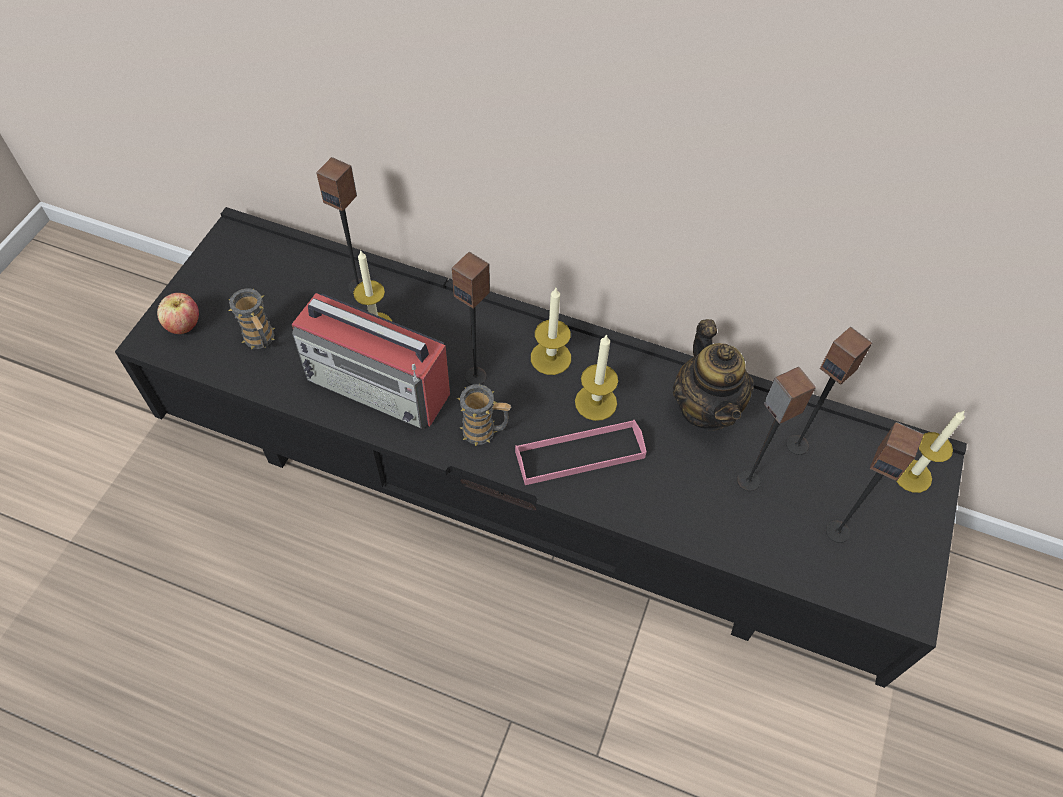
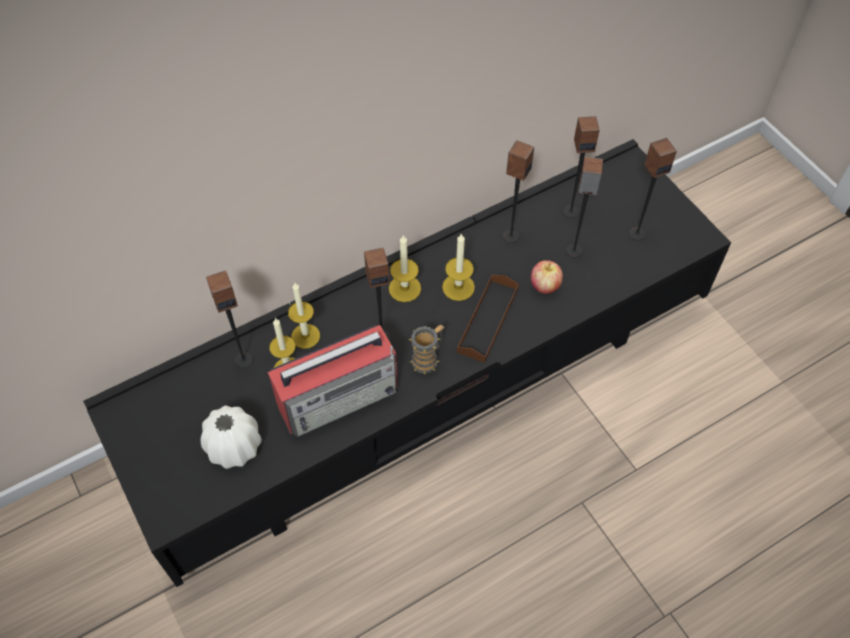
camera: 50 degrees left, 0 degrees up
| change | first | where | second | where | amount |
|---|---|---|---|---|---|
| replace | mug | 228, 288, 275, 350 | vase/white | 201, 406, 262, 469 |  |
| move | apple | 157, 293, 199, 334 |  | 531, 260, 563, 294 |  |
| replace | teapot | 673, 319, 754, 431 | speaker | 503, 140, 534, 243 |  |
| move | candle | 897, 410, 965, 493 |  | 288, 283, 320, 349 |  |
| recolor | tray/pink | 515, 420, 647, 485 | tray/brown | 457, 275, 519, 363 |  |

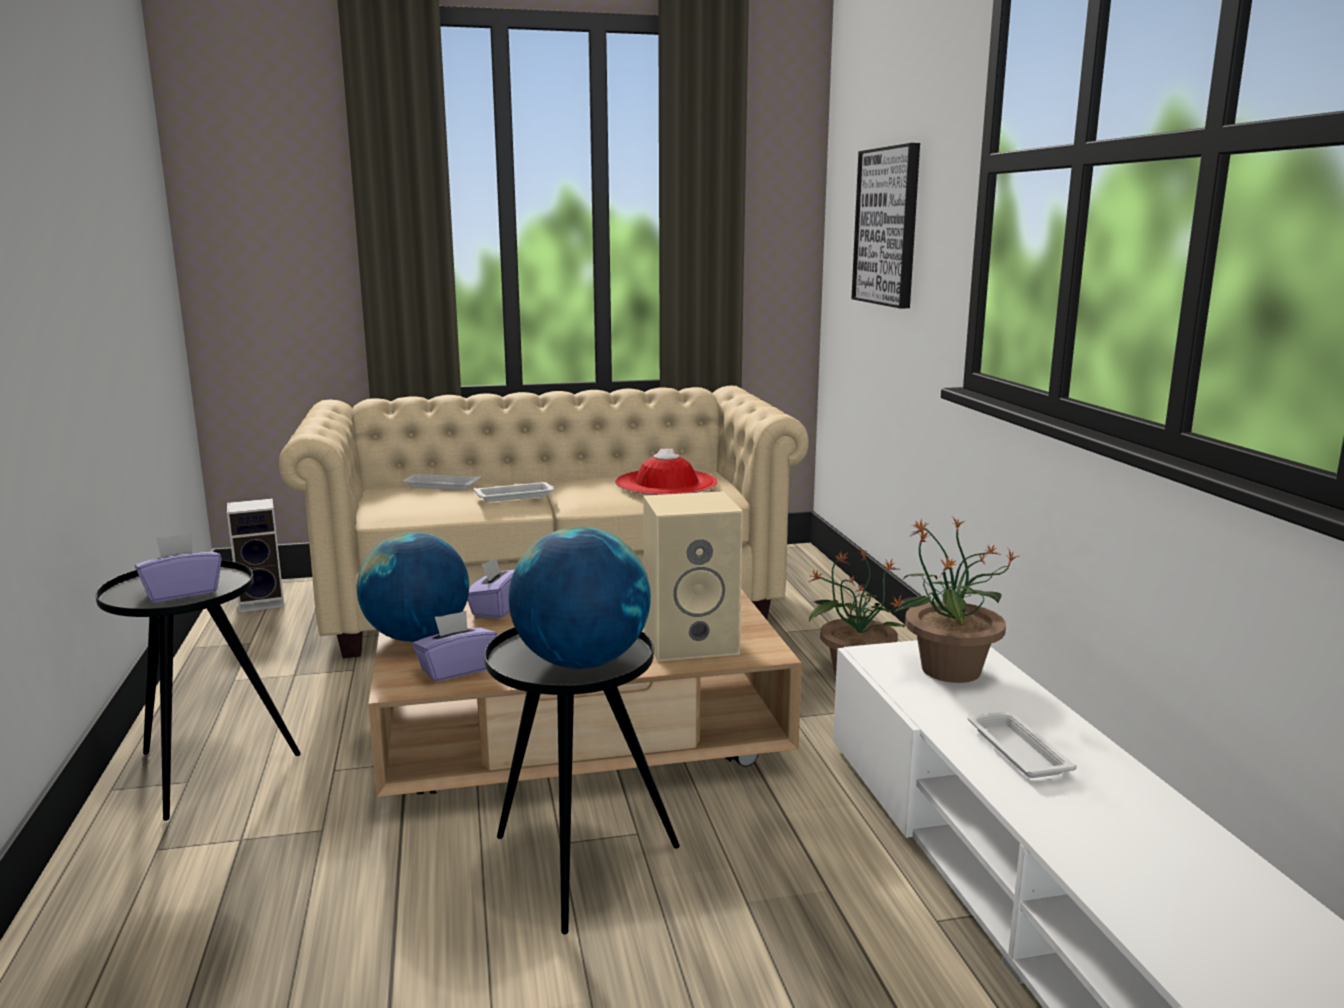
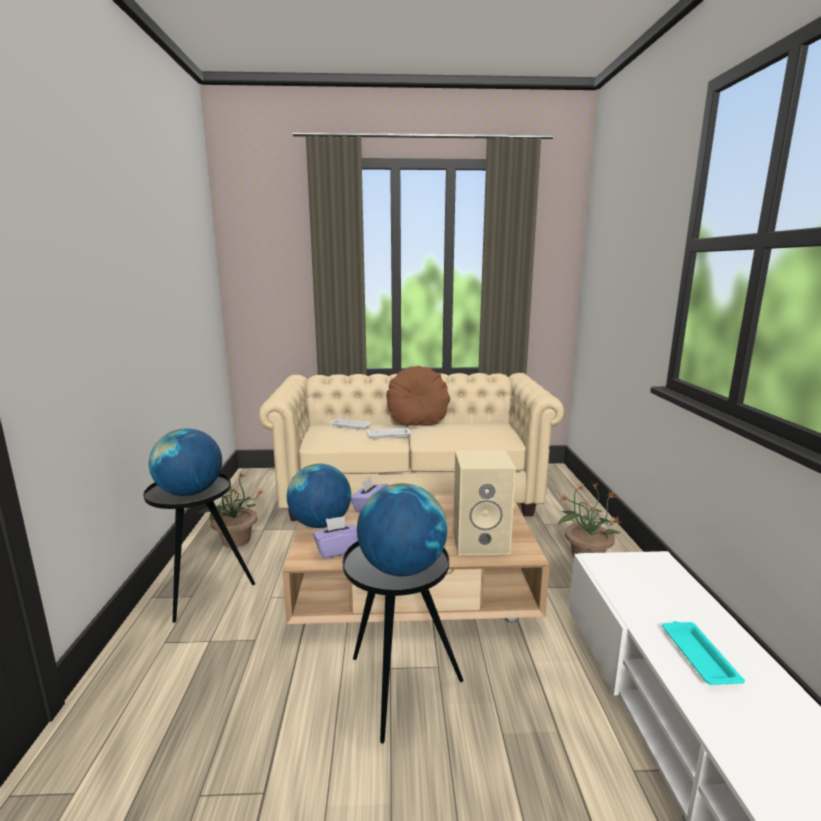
camera: 10 degrees right, 0 degrees up
| change | first | where | second | where | amount |
|---|---|---|---|---|---|
| delete | picture | 851, 143, 920, 308 |  |  |  |
| delete | hat/red | 615, 448, 718, 495 |  |  |  |
| delete | speaker | 227, 499, 285, 613 |  |  |  |
| move | potted plant | 895, 517, 1021, 683 |  | 198, 471, 264, 548 |  |
| replace | tissue box/purple | 135, 533, 222, 603 | globe | 149, 428, 222, 496 |  |
| recolor | tray/white | 968, 711, 1077, 778 | tray/turquoise | 662, 621, 745, 685 |  |
| insert |  |  | pillow/brown | 386, 366, 450, 426 |  |

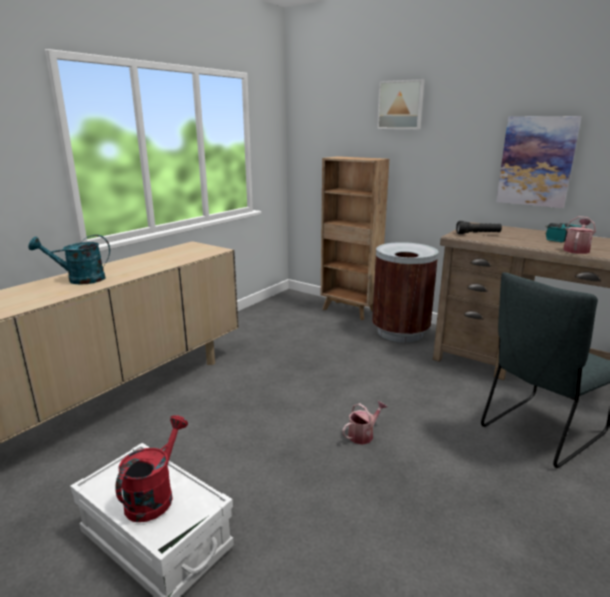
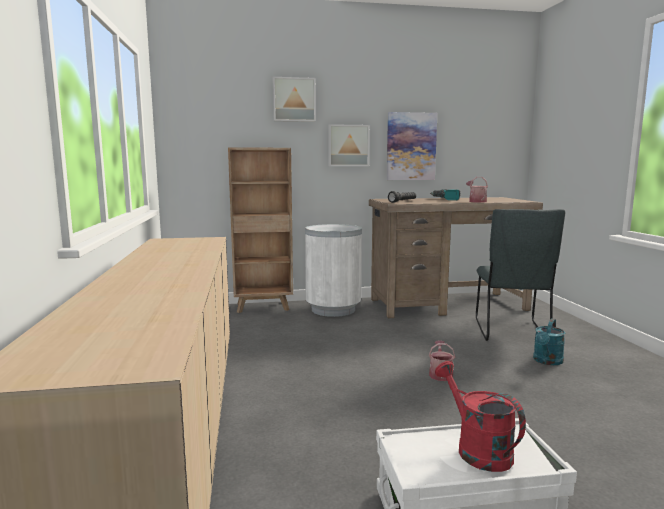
camera: 45 degrees left, 10 degrees down
| change | first | where | second | where | amount |
|---|---|---|---|---|---|
| move | watering can/turquoise | 28, 235, 110, 285 |  | 533, 318, 565, 365 |  |
| recolor | trash can/brown | 372, 242, 438, 342 | trash can/white | 305, 224, 362, 317 |  |
| insert |  |  | picture | 329, 124, 370, 166 |  |

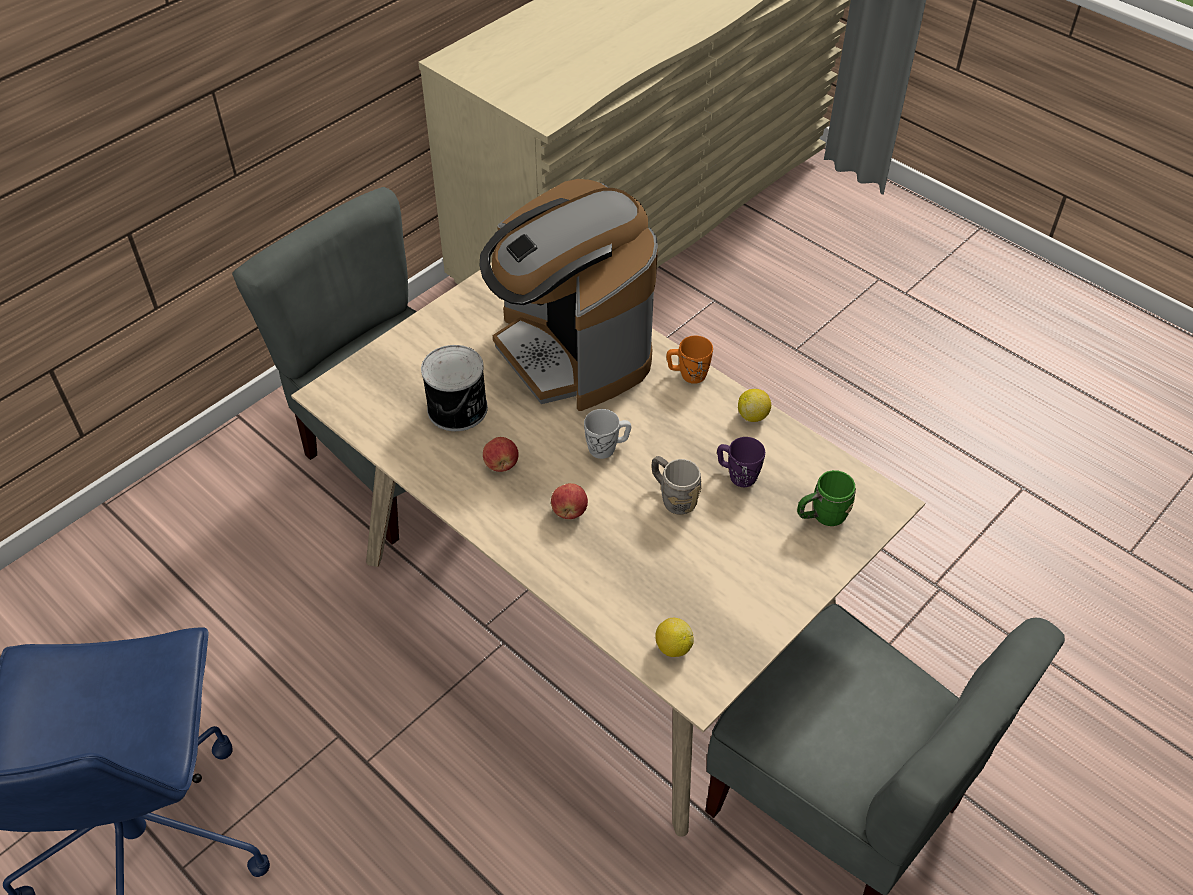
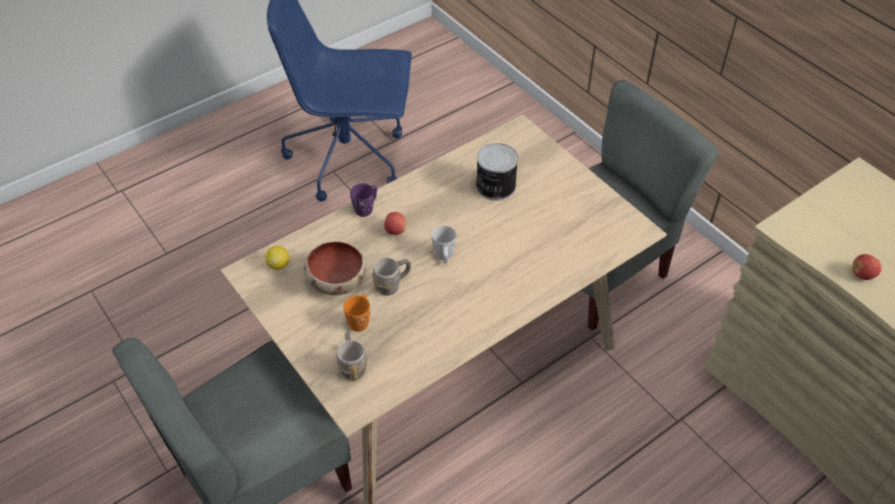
camera: 100 degrees right, 0 degrees up
| change | first | where | second | where | amount |
|---|---|---|---|---|---|
| delete | coffee machine | 479, 179, 658, 411 |  |  |  |
| move | mug/orange | 666, 336, 713, 384 |  | 343, 294, 370, 332 |  |
| delete | lemon | 738, 389, 771, 422 |  |  |  |
| move | apple | 483, 437, 519, 472 |  | 852, 254, 882, 280 |  |
| move | mug/purple | 717, 437, 765, 487 |  | 350, 183, 377, 217 |  |
| recolor | mug/green | 797, 470, 856, 526 | mug/grey | 337, 333, 368, 381 |  |
| insert |  |  | bowl | 304, 241, 366, 295 |  |

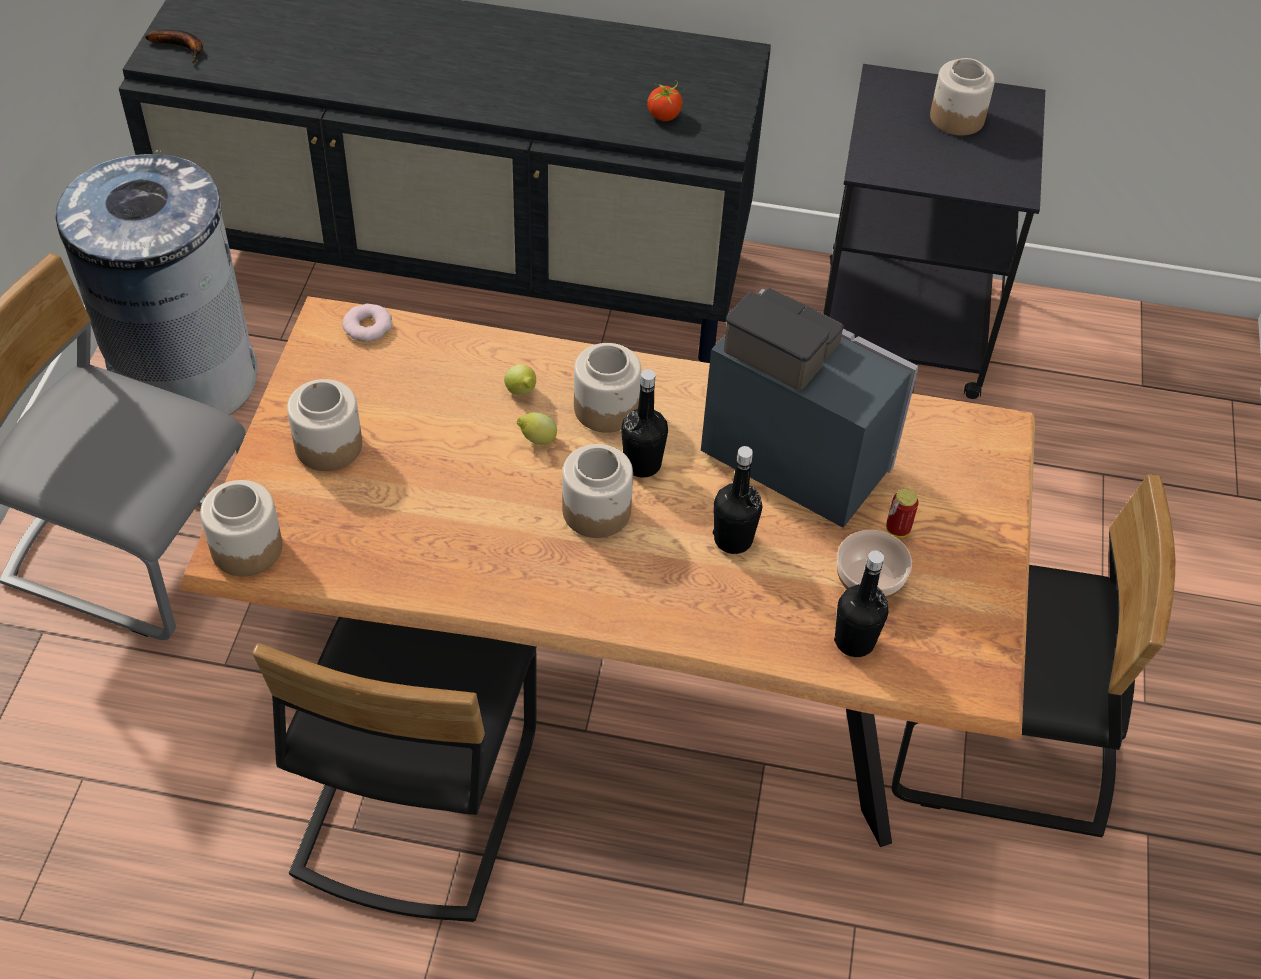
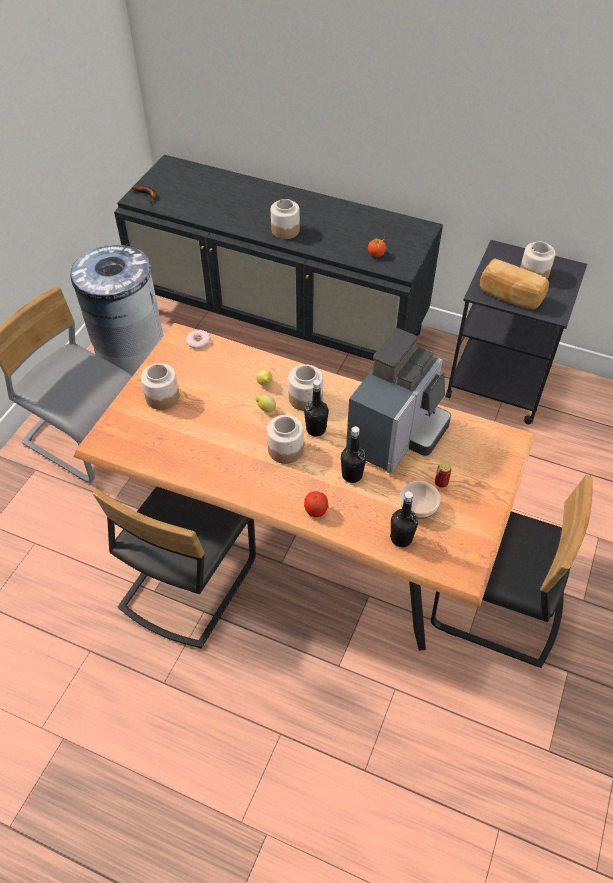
camera: 15 degrees right, 0 degrees up
| change | first | where | second | where | amount |
|---|---|---|---|---|---|
| rotate | coffee machine | 701, 288, 919, 528 |  | 346, 328, 451, 474 | 75 degrees clockwise |
| move | jar | 200, 480, 282, 576 |  | 271, 199, 300, 239 |  |
| insert |  |  | bread | 480, 259, 549, 309 |  |
| insert |  |  | apple | 304, 491, 328, 517 |  |

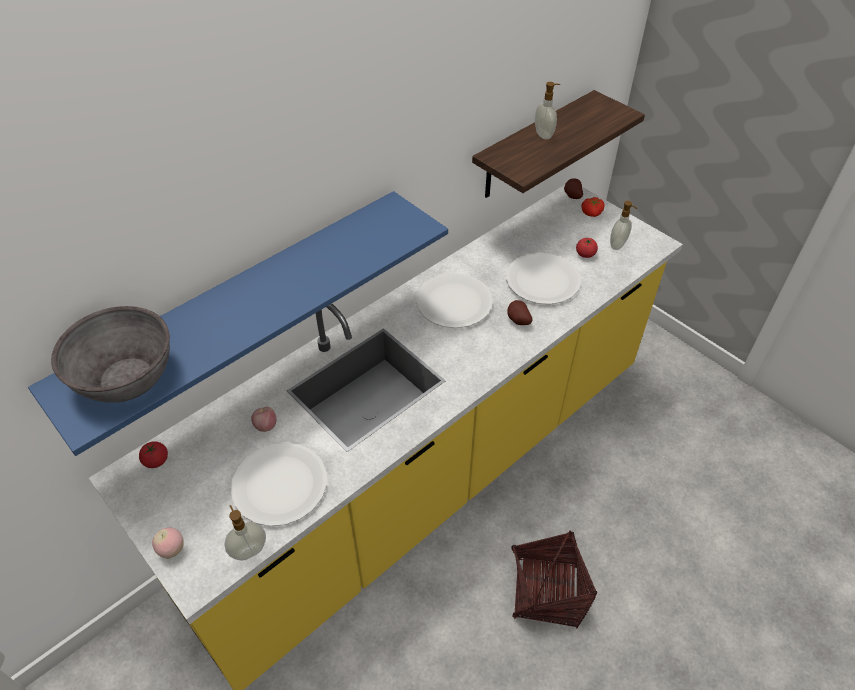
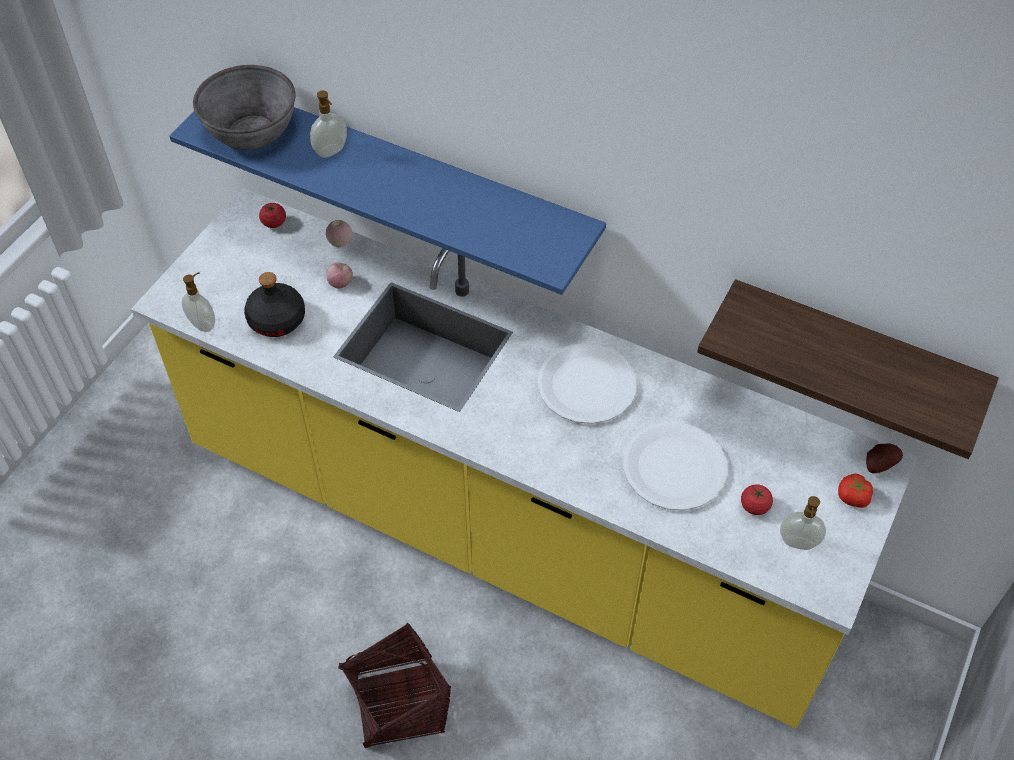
camera: 70 degrees right, 5 degrees up
| change | first | where | second | where | amount |
|---|---|---|---|---|---|
| move | soap dispenser | 535, 82, 560, 139 |  | 310, 91, 347, 158 |  |
| delete | potato | 507, 300, 532, 325 |  |  |  |
| replace | plate/white | 231, 443, 327, 526 | bottle/black | 244, 272, 305, 337 |  |
| move | apple | 152, 528, 184, 559 |  | 325, 220, 352, 247 |  |

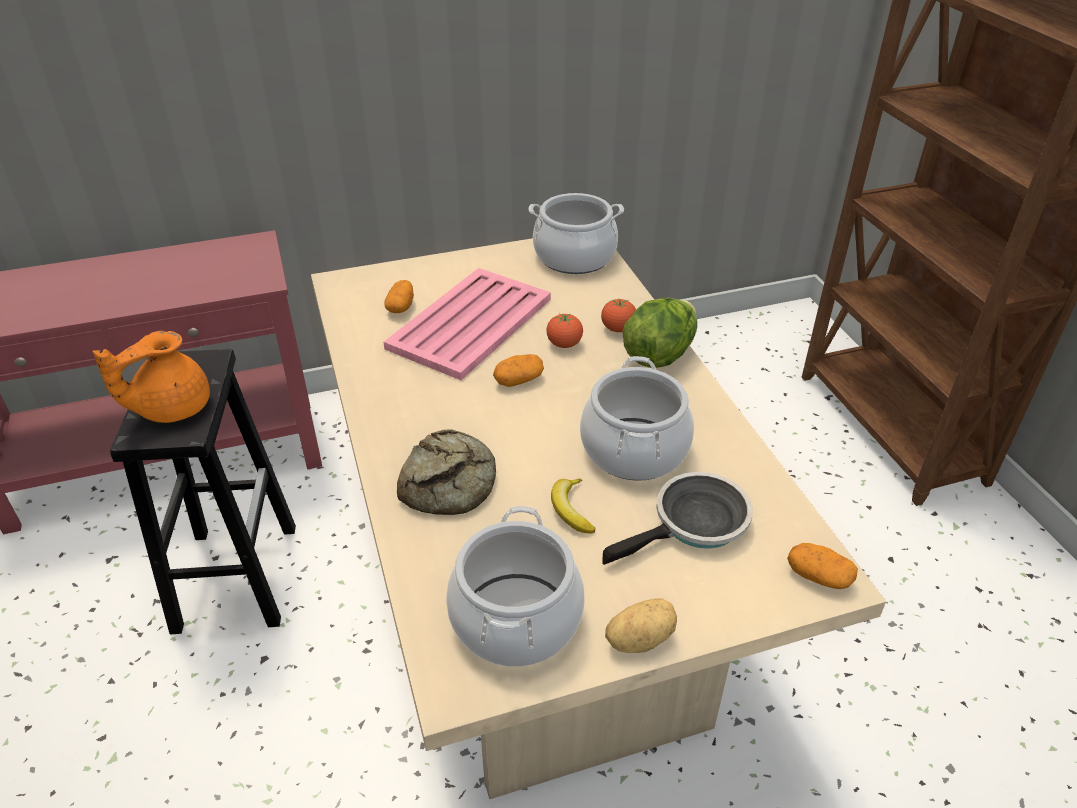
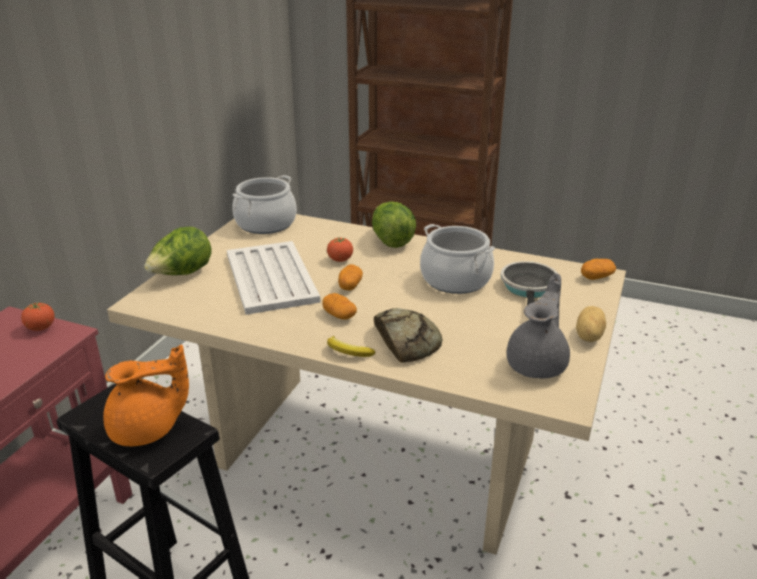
camera: 50 degrees left, 10 degrees down
| change | first | where | second | where | amount |
|---|---|---|---|---|---|
| recolor | tray/pink | 384, 268, 551, 380 | tray/white | 227, 241, 321, 315 |  |
| move | potato | 384, 280, 414, 313 |  | 322, 293, 357, 320 |  |
| move | tomato | 601, 298, 636, 332 |  | 21, 302, 55, 331 |  |
| rotate | teapot/orange | 93, 331, 210, 423 |  | 103, 344, 189, 446 | 105 degrees counterclockwise |
| move | banana | 551, 479, 596, 533 |  | 327, 336, 376, 357 |  |
| replace | cooking pot | 446, 506, 585, 667 | teapot/grey | 507, 273, 570, 378 |  |
| insert |  |  | lettuce | 144, 227, 211, 275 |  |

